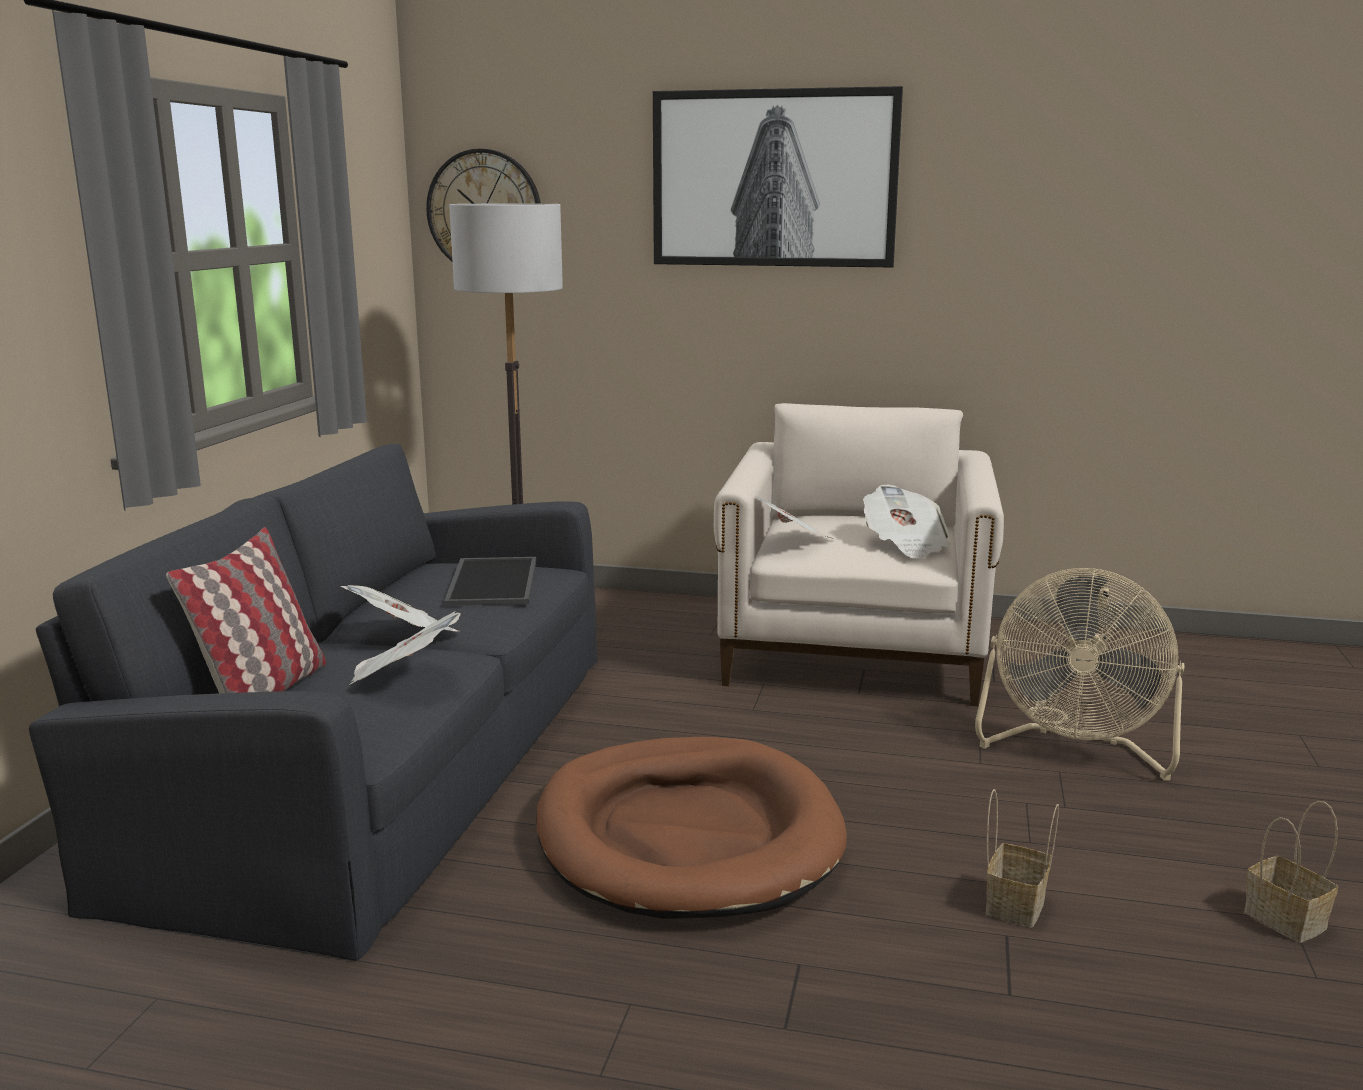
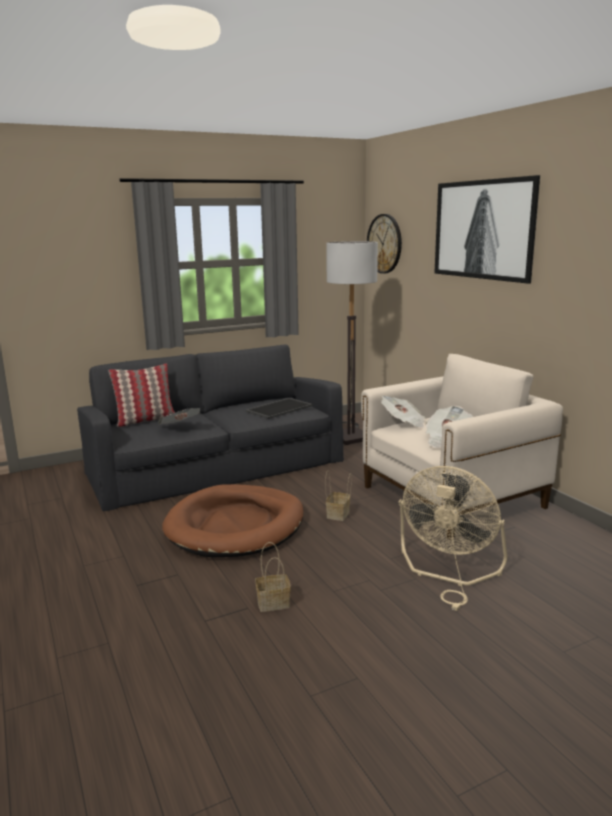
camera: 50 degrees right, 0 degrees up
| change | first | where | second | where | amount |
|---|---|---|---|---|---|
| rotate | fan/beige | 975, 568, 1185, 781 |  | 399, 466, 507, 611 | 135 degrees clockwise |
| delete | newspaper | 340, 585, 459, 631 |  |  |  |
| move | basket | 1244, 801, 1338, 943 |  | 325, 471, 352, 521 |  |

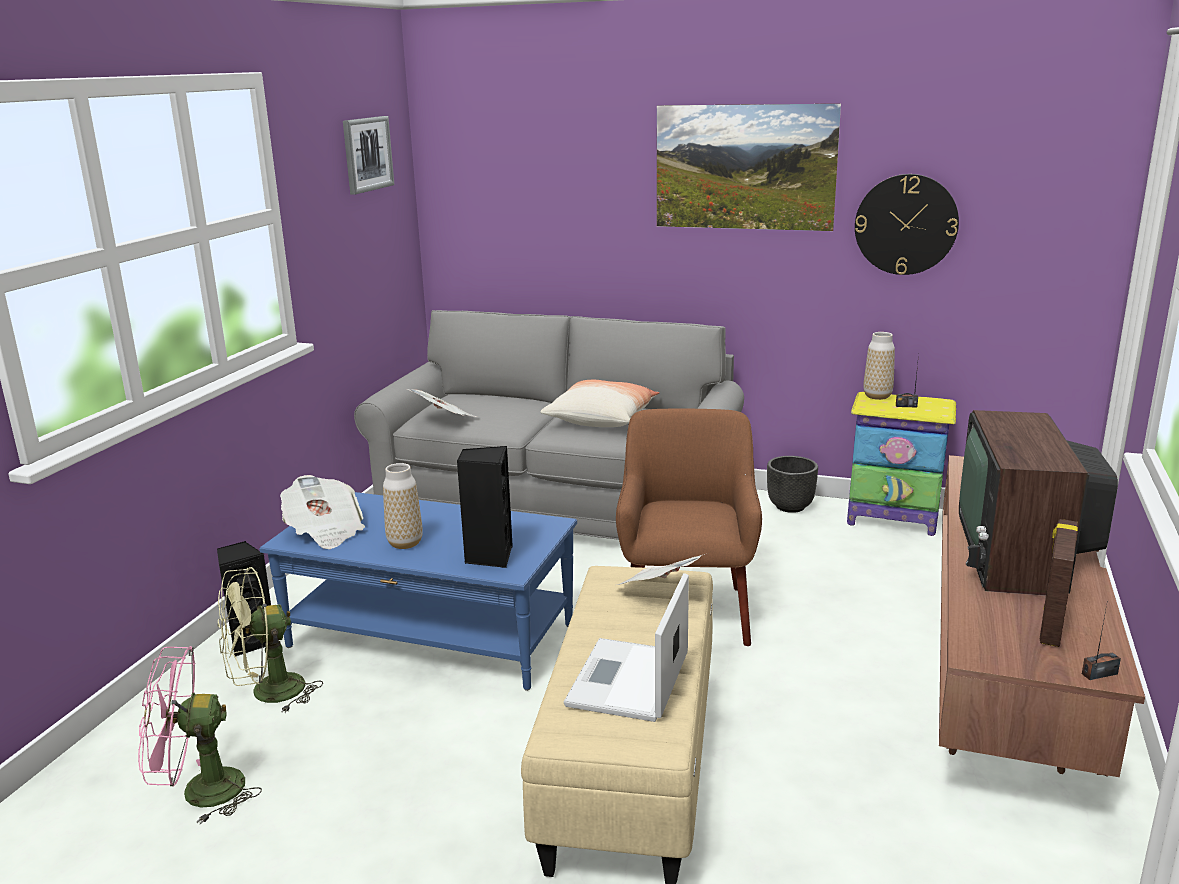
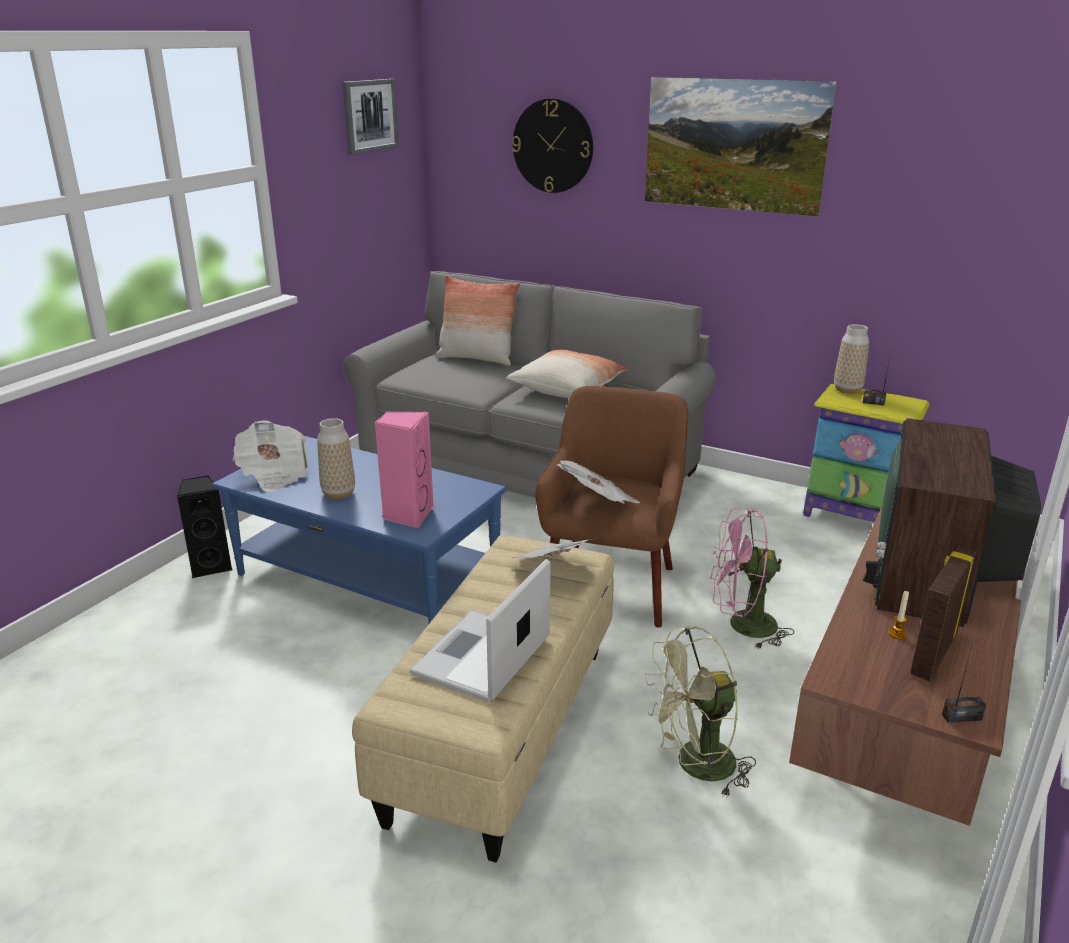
camera: 10 degrees right, 5 degrees up
| change | first | where | second | where | amount |
|---|---|---|---|---|---|
| move | wall clock | 855, 174, 959, 275 |  | 512, 98, 593, 193 |  |
| move | newspaper | 406, 389, 476, 417 |  | 556, 461, 640, 504 |  |
| recolor | speaker/black | 457, 446, 513, 568 | speaker/pink | 374, 411, 434, 528 |  |
| delete | planter/black | 767, 456, 818, 513 |  |  |  |
| move | fan/green | 218, 567, 323, 713 |  | 645, 626, 756, 796 |  |
| move | fan/pink | 138, 646, 262, 824 |  | 710, 508, 794, 650 |  |
| insert |  |  | pillow | 435, 275, 520, 366 |  |
| insert |  |  | candle | 888, 590, 909, 640 |  |

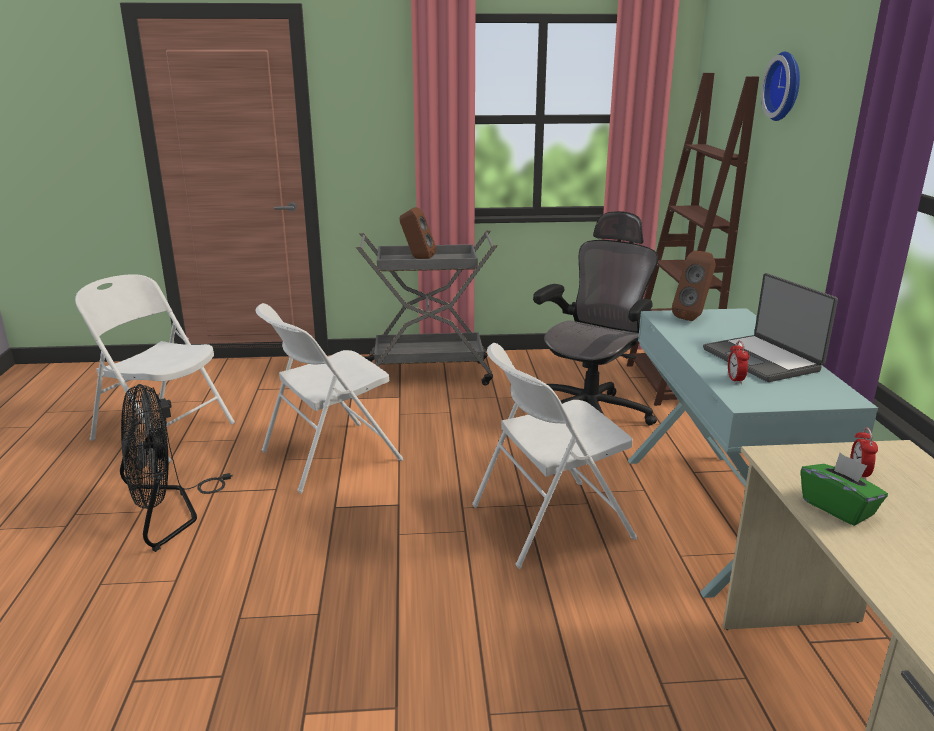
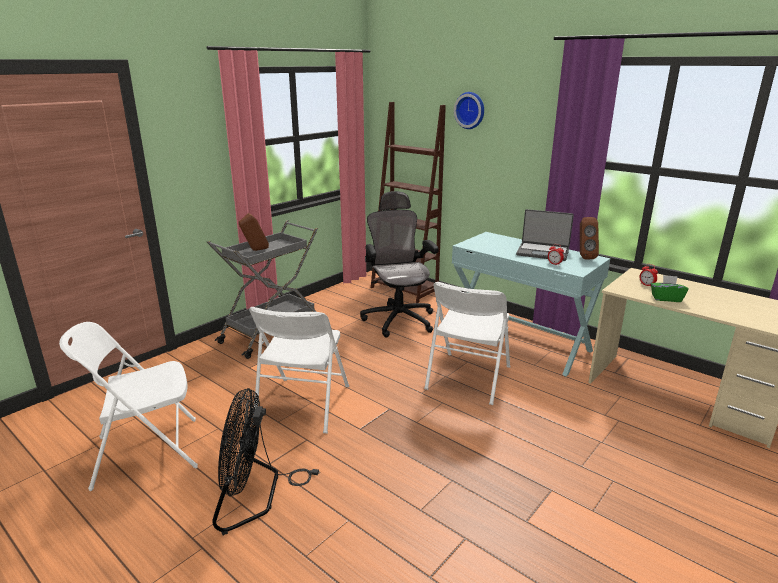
camera: 45 degrees left, 0 degrees up
| change | first | where | second | where | amount |
|---|---|---|---|---|---|
| move | speaker/brown | 672, 251, 716, 321 |  | 580, 217, 599, 259 |  |
| rotate | fan/black | 120, 384, 233, 552 |  | 212, 388, 320, 536 | 75 degrees clockwise |

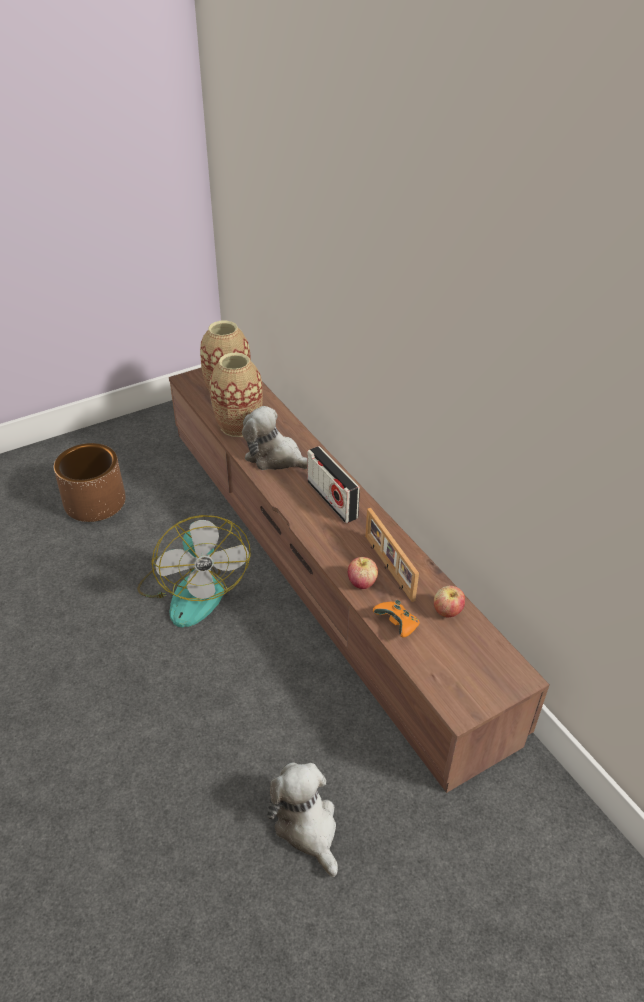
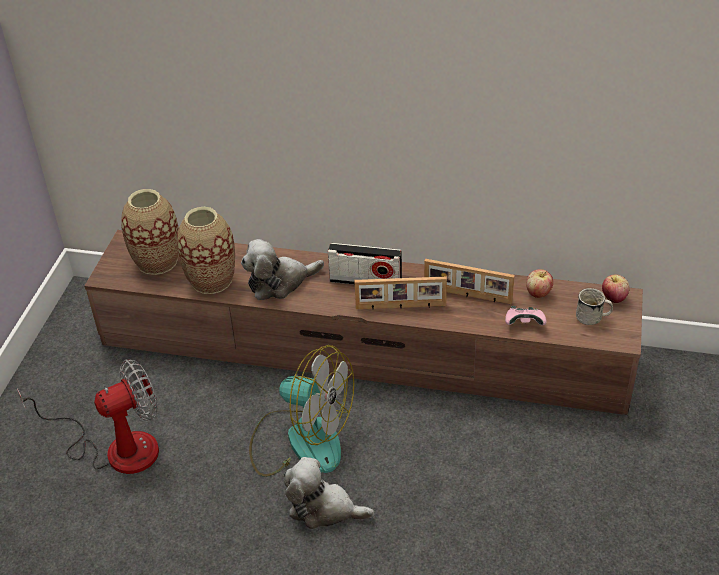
camera: 45 degrees left, 0 degrees up
| change | first | where | second | where | amount |
|---|---|---|---|---|---|
| replace | planter/brown | 54, 443, 126, 522 | fan | 17, 359, 159, 474 |  |
| move | apple | 348, 557, 378, 589 |  | 602, 274, 630, 303 |  |
| recolor | game controller/orange | 373, 600, 420, 637 | game controller/pink | 505, 306, 547, 325 |  |
| move | plush toy | 267, 762, 338, 877 |  | 283, 457, 374, 529 |  |
| insert |  |  | picture frame | 354, 276, 447, 309 |  |
| insert |  |  | mug/white | 576, 288, 613, 325 |  |

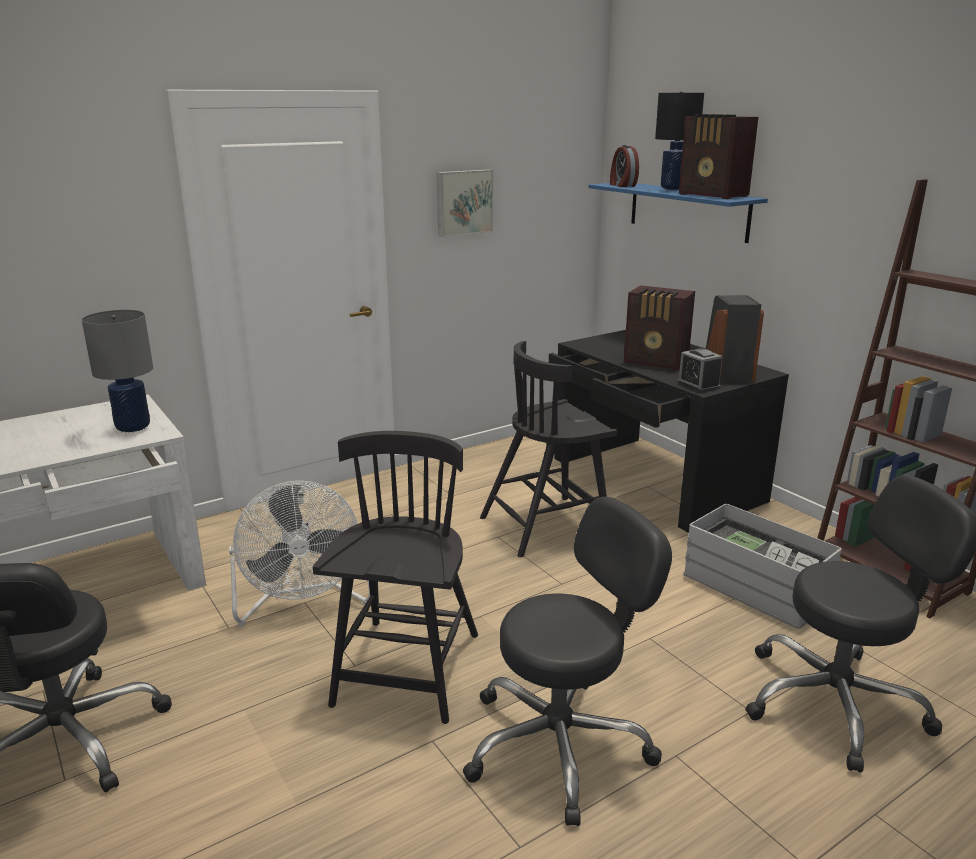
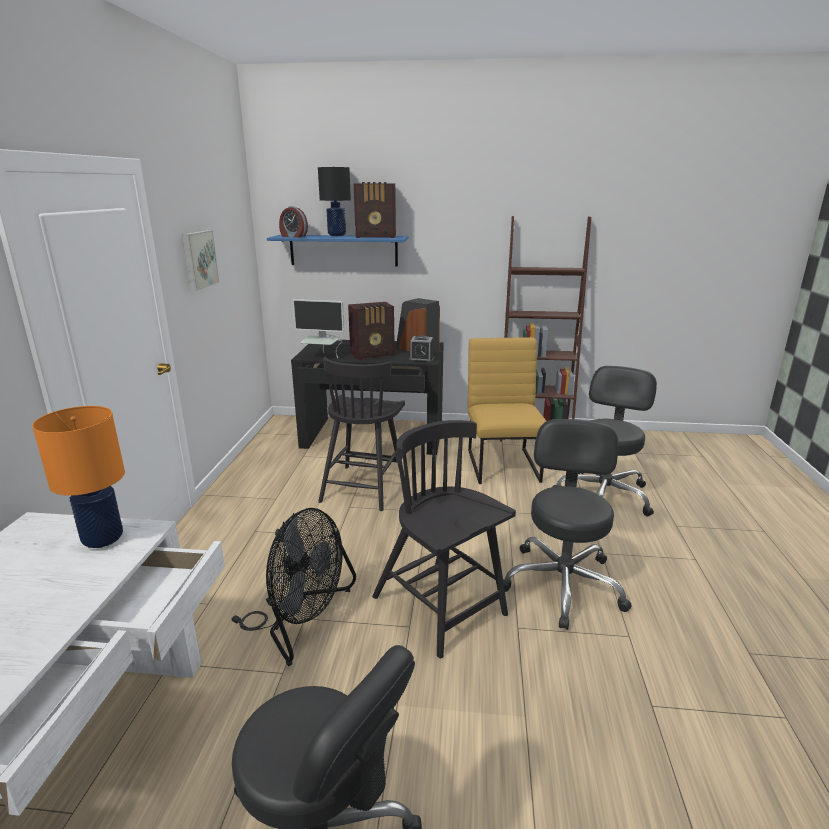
camera: 50 degrees left, 0 degrees up
| change | first | where | second | where | amount |
|---|---|---|---|---|---|
| recolor | table lamp/grey | 82, 310, 153, 432 | table lamp/orange | 32, 406, 125, 548 |  |
| recolor | fan/white | 229, 481, 370, 627 | fan/black | 231, 508, 356, 666 |  |
| replace | storage box/grey | 683, 504, 842, 628 | chair/yellow | 468, 337, 546, 484 |  |
| insert |  |  | monitor | 292, 299, 345, 358 |  |

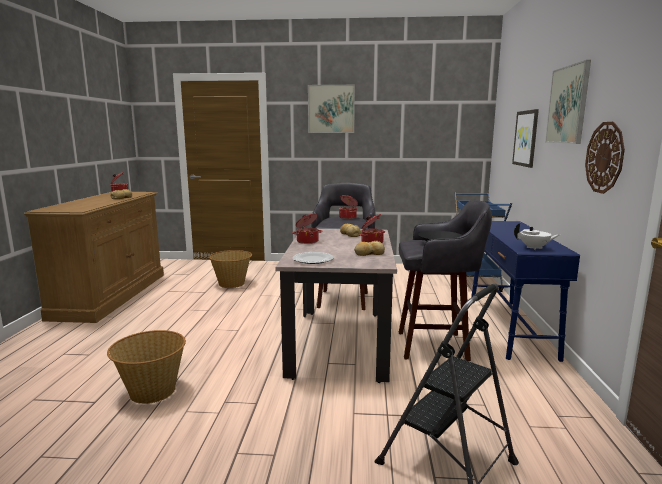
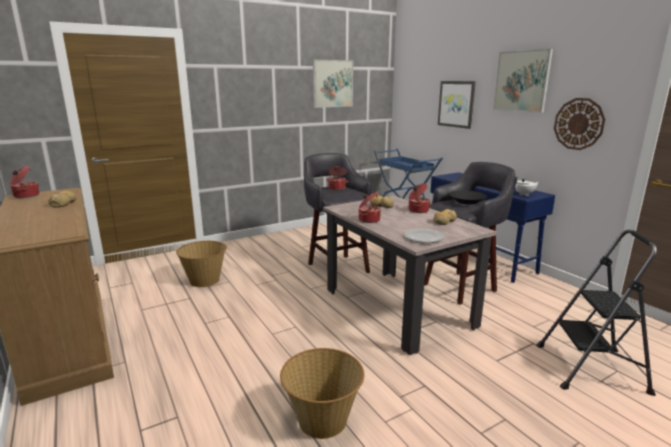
camera: 35 degrees left, 5 degrees up
| change | first | where | second | where | amount |
|---|---|---|---|---|---|
| move | picture | 308, 85, 355, 133 |  | 313, 59, 353, 108 |  |

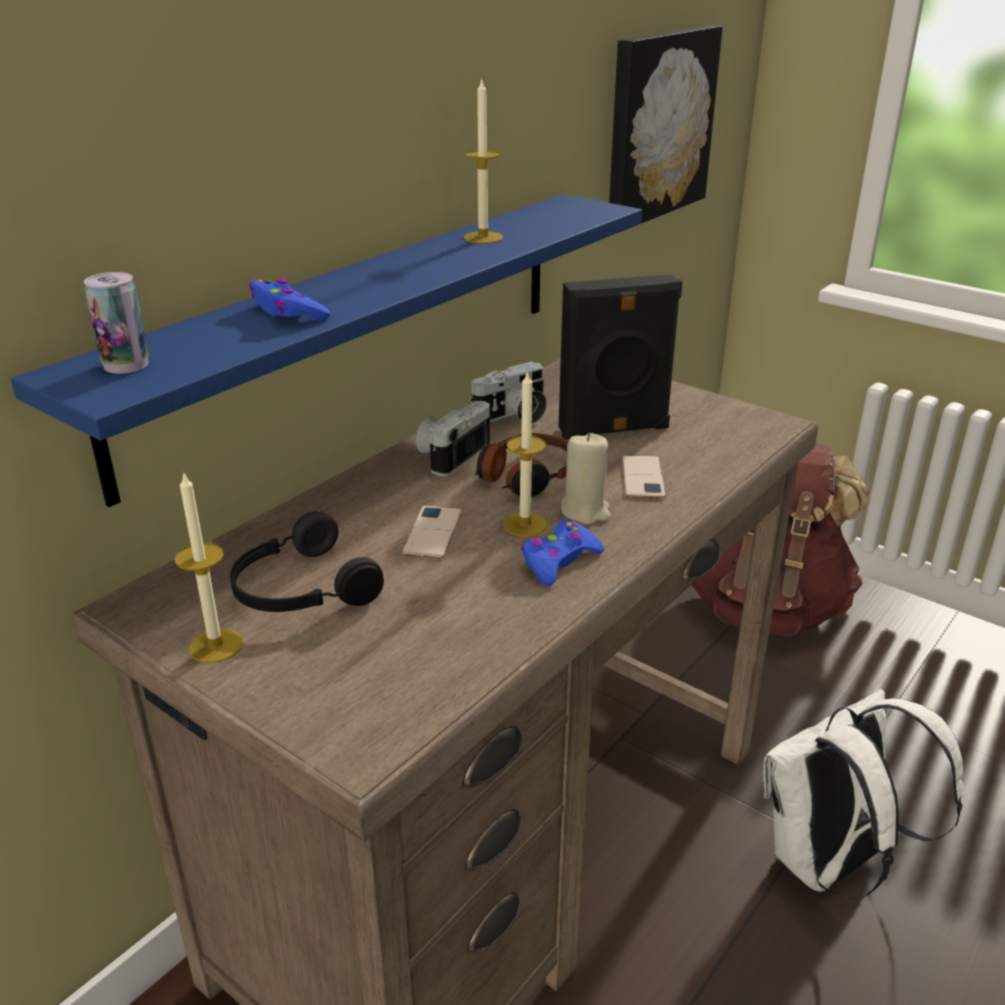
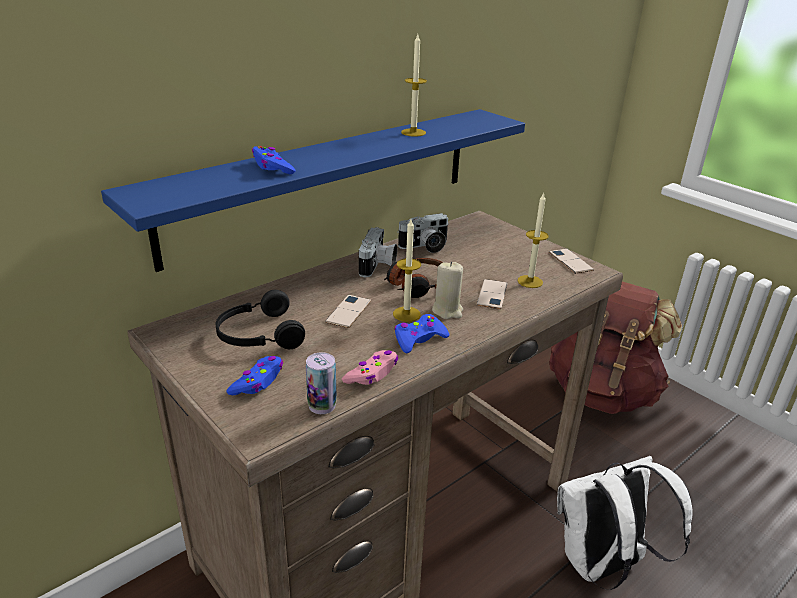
camera: 10 degrees right, 0 degrees up
| change | first | where | second | where | amount |
|---|---|---|---|---|---|
| delete | picture | 609, 25, 723, 232 |  |  |  |
| move | can | 84, 272, 148, 374 |  | 306, 352, 337, 414 |  |
| delete | speaker/black | 559, 274, 683, 440 |  |  |  |
| rotate | photo camera | 416, 401, 490, 476 |  | 359, 227, 397, 277 | 150 degrees clockwise |
| move | candle | 175, 471, 243, 663 |  | 518, 193, 549, 288 |  |
| insert |  |  | phone | 549, 248, 594, 274 |  |
| insert |  |  | game controller/pink | 342, 350, 398, 385 |  |
| insert |  |  | game controller/blue | 226, 356, 283, 395 |  |

